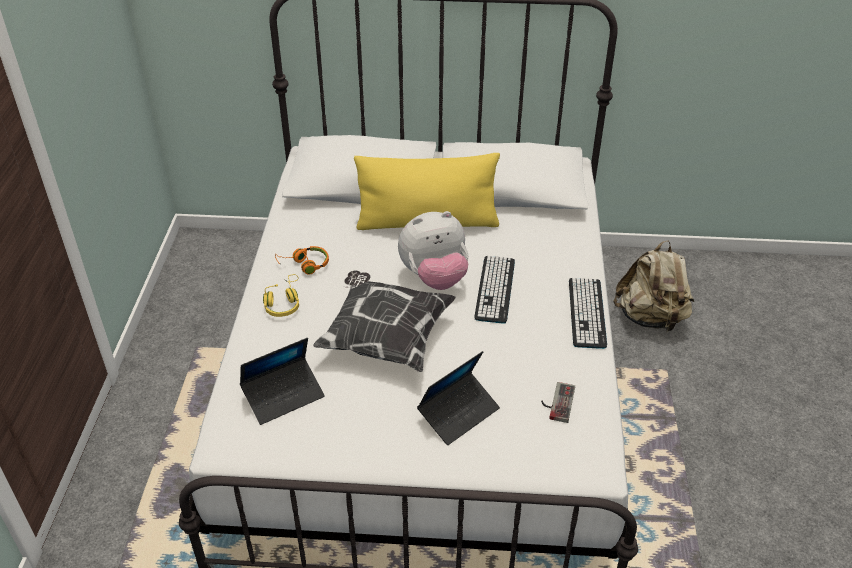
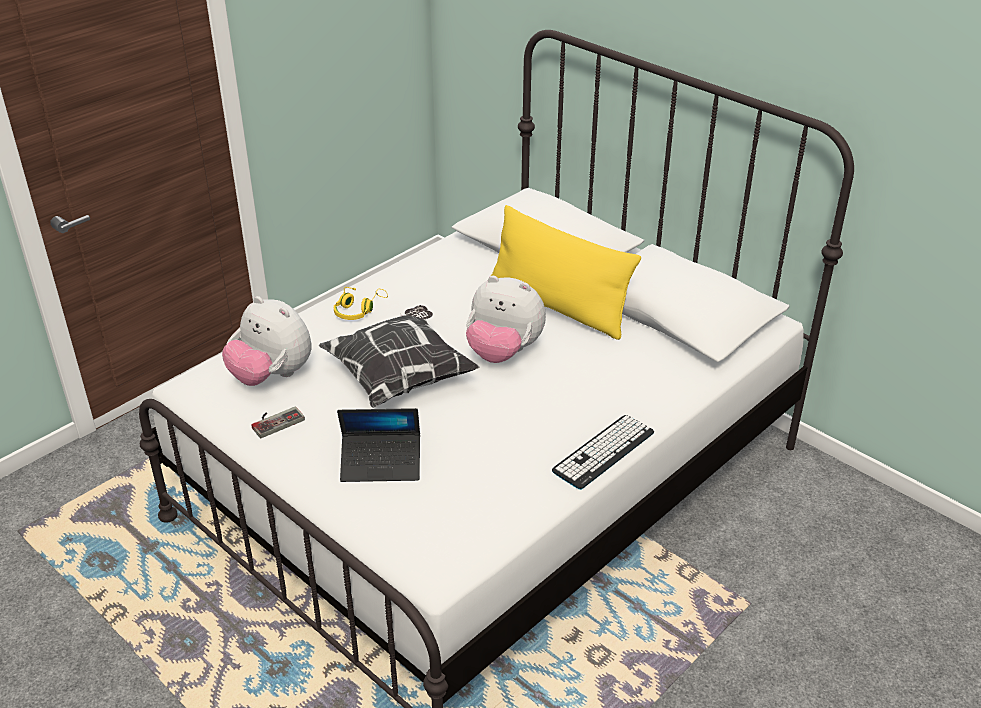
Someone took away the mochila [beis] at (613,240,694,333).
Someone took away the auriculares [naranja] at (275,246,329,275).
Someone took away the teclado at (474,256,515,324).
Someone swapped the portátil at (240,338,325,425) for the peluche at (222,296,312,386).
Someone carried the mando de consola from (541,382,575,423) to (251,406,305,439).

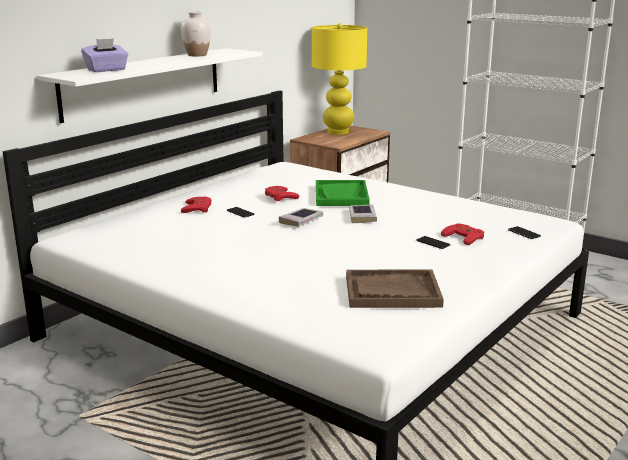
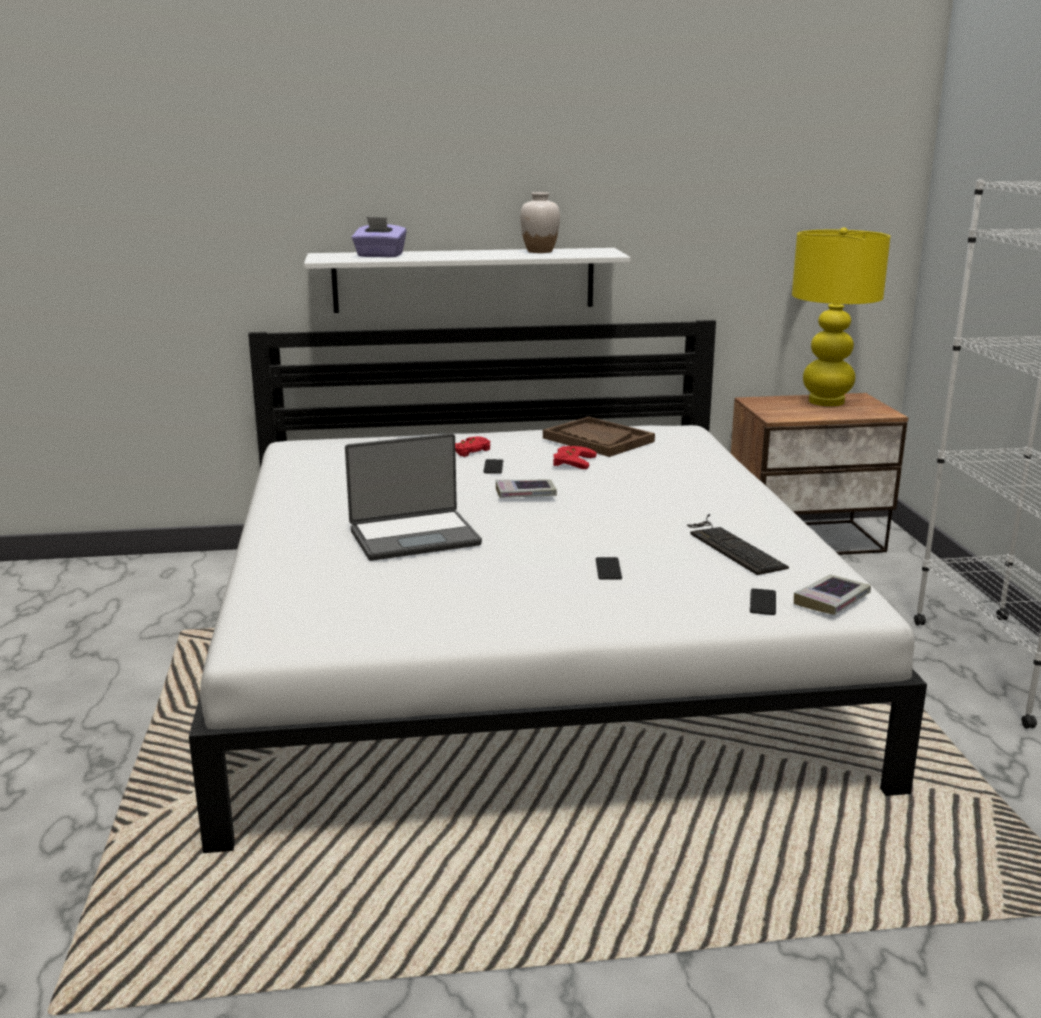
Someone took away the bandeja [verde] at (316,180,370,206).
Someone carried the libro from (349,205,377,223) to (794,574,871,615).
Someone took away the mando de consola [rojo] at (441,224,485,245).
Someone carried the bandeja [marrón] from (346,270,444,308) to (543,417,655,457).
Someone put down the portátil at (345,433,482,561).
Someone put down the teclado at (687,514,789,575).

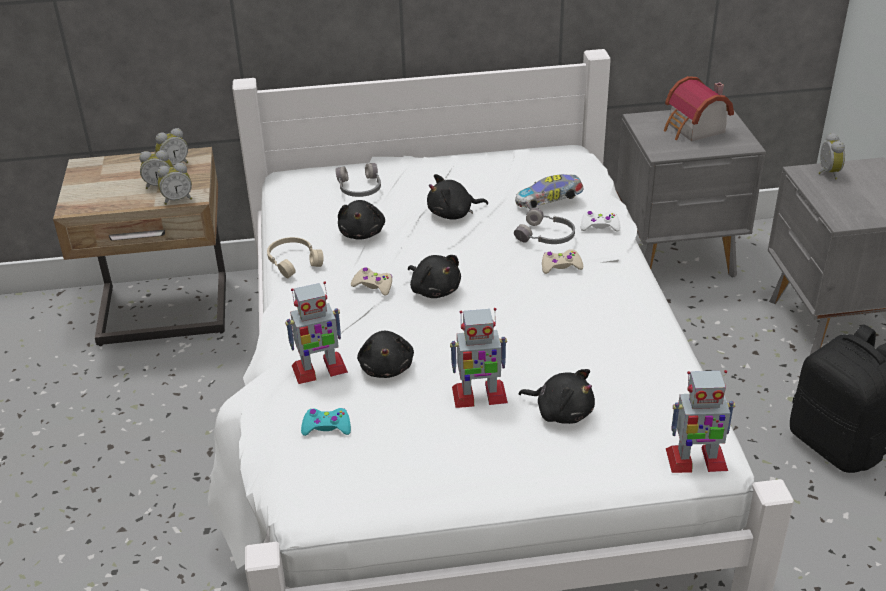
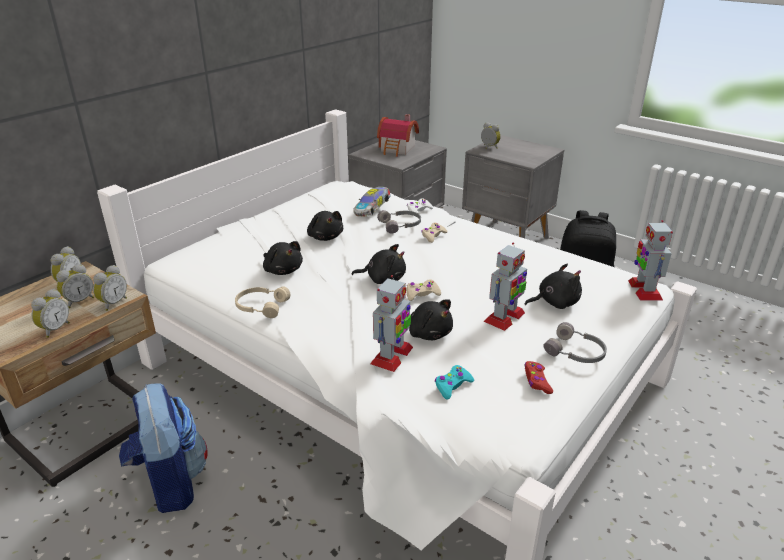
Someone carried the auriculares [gris] from (336,163,381,197) to (543,322,607,363).
Someone rotated the peluche [negro] at (427,174,488,220) by 60 degrees counterclockwise.
Someone carried the mando de consola [beis] from (351,267,392,296) to (406,280,441,301).
Someone rotated the robot de juguete at (666,370,735,473) by 135 degrees clockwise.
Someone put down the despertador at (31,289,70,338).
Someone put down the mando de consola [rojo] at (525,361,553,394).
Someone put down the mochila at (119,383,208,513).

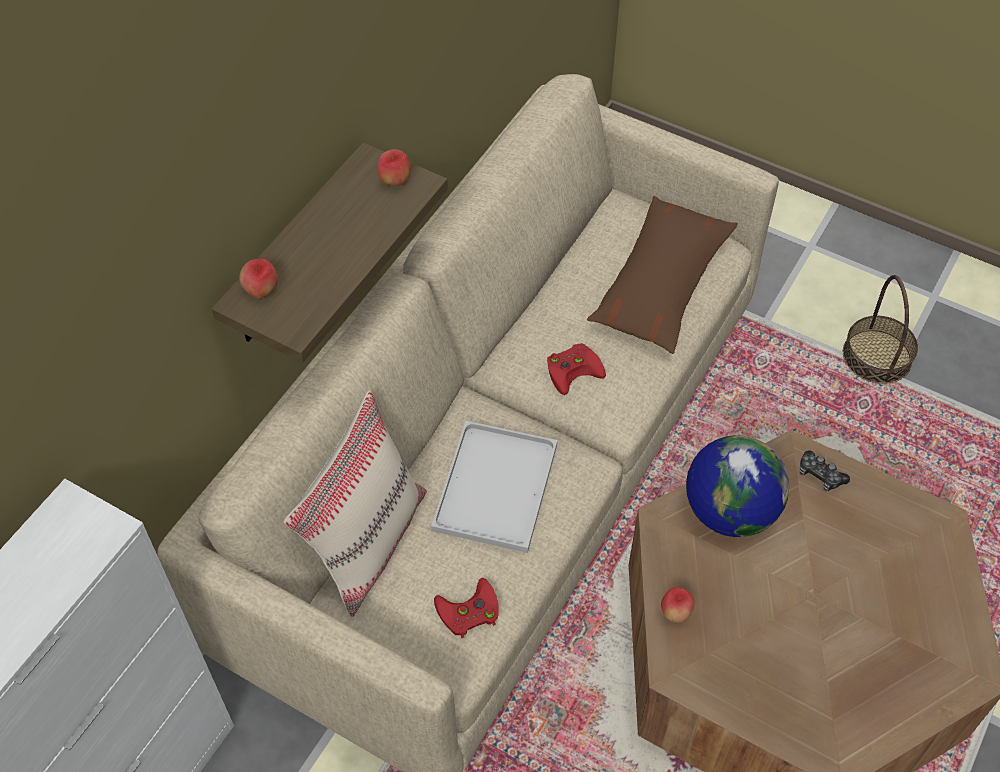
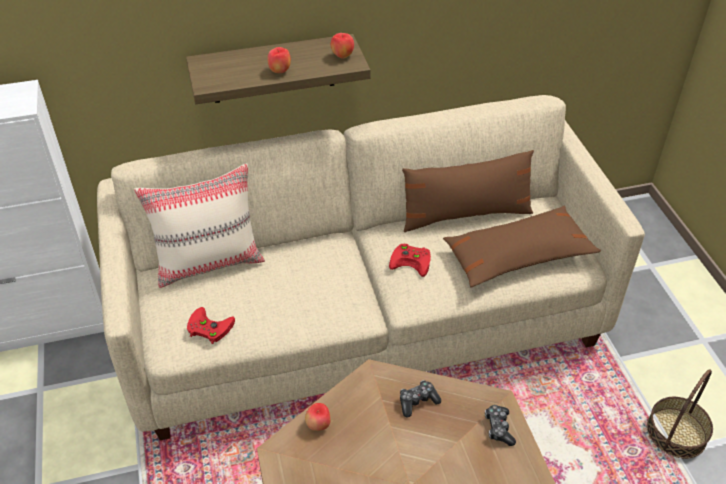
Someone carried the manzana from (239,259,278,299) to (267,47,291,73).
Someone took away the bandeja [blanco] at (431,421,558,553).
Someone swapped the globo terráqueo at (686,435,789,537) for the mando de consola at (400,380,441,417).
Someone put down the cojín [marrón] at (402,150,534,232).

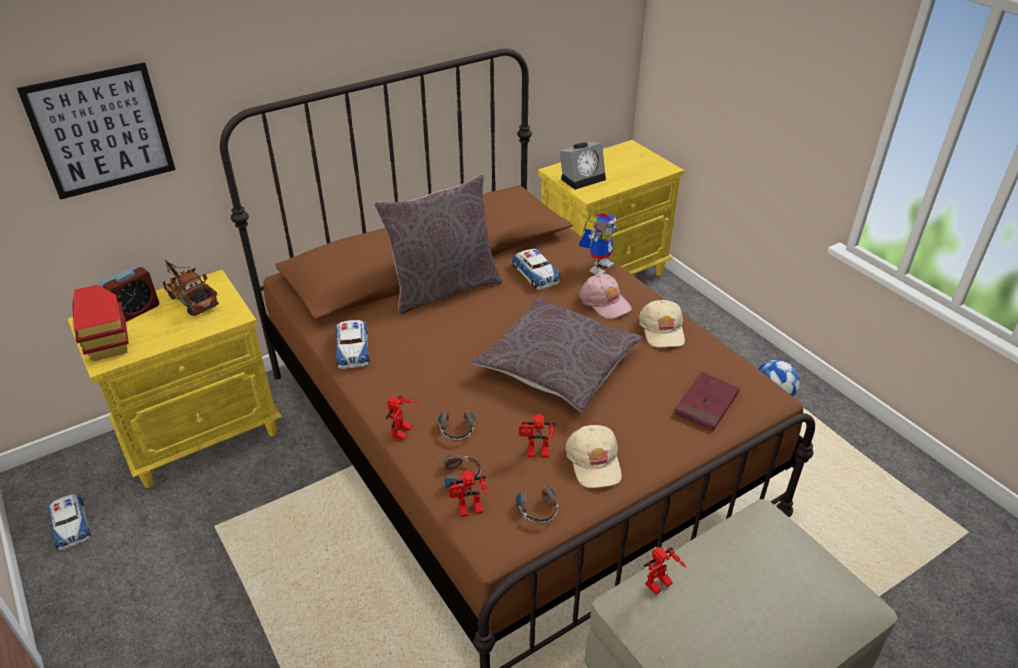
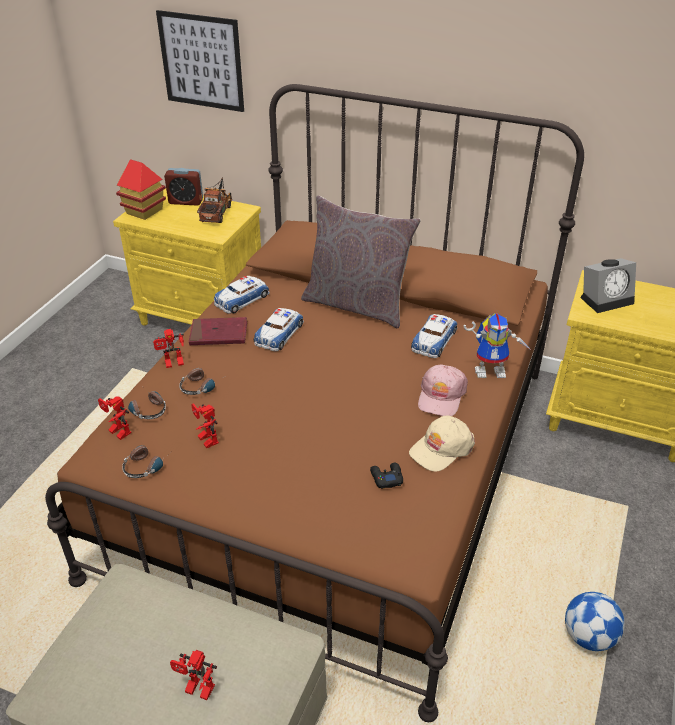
Someone rotated the despertador at (560,142,606,190) by 45 degrees counterclockwise.
Someone took away the cojín [gris] at (471,297,642,412).
Someone carried the libro [rojo] from (674,372,740,431) to (189,317,247,345).
Someone took away the gorra [beis] at (565,425,622,488).
Someone carried the coche de juguete from (48,494,91,550) to (254,308,304,351).
Someone carried the robot de juguete from (644,547,686,595) to (170,650,217,700).
Someone put down the mando de consola [negro] at (370,463,403,489).

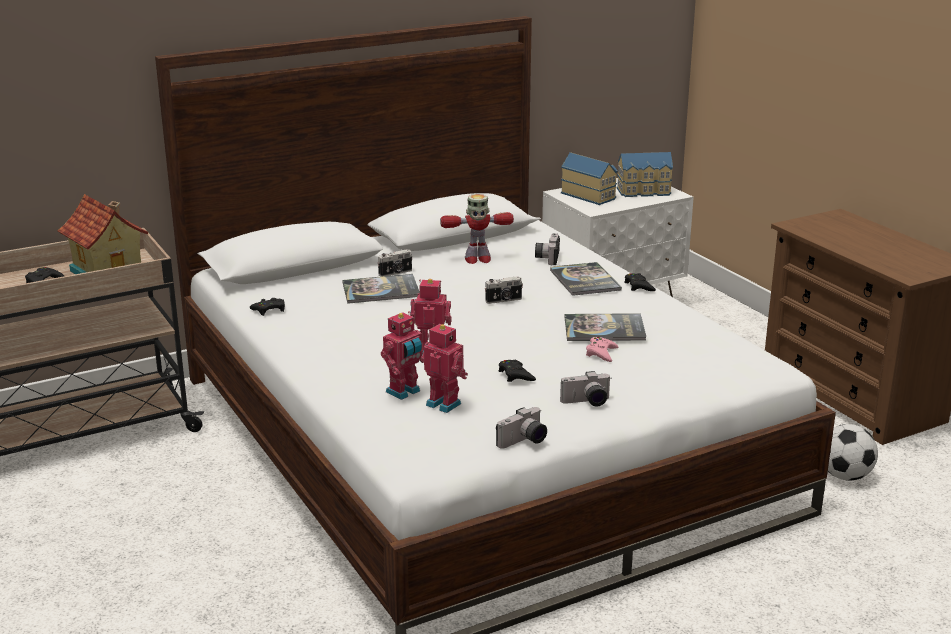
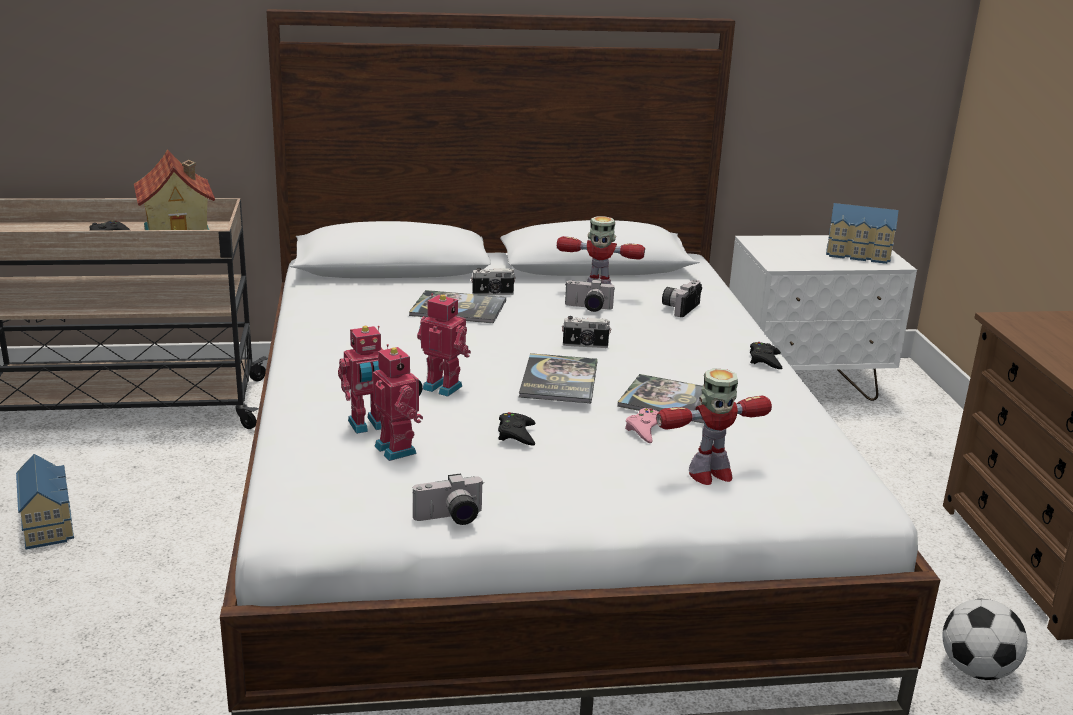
Someone carried the casita from (561,152,618,205) to (16,454,74,550).
Someone carried the libro from (550,262,622,296) to (519,353,598,403).
Someone took away the mando de consola [negro] at (250,298,285,316).
Someone carried the cámara from (560,371,611,406) to (565,279,615,312).
Someone put down the robot de juguete at (656,368,772,485).

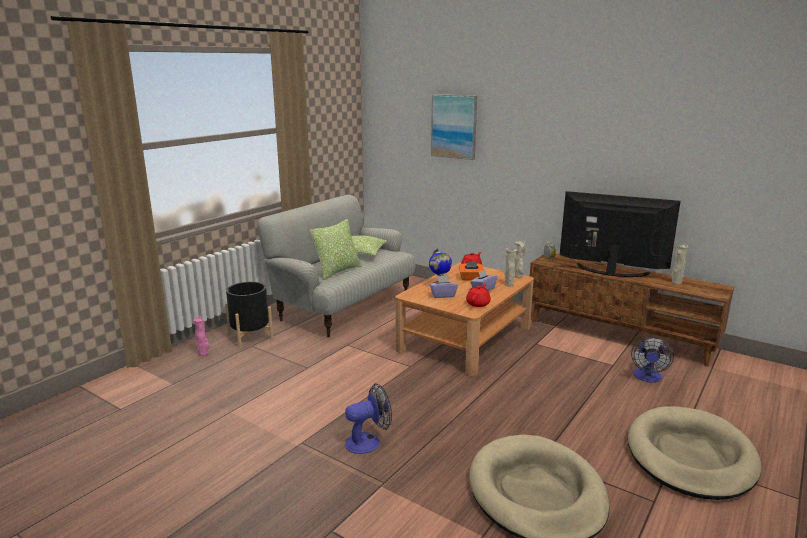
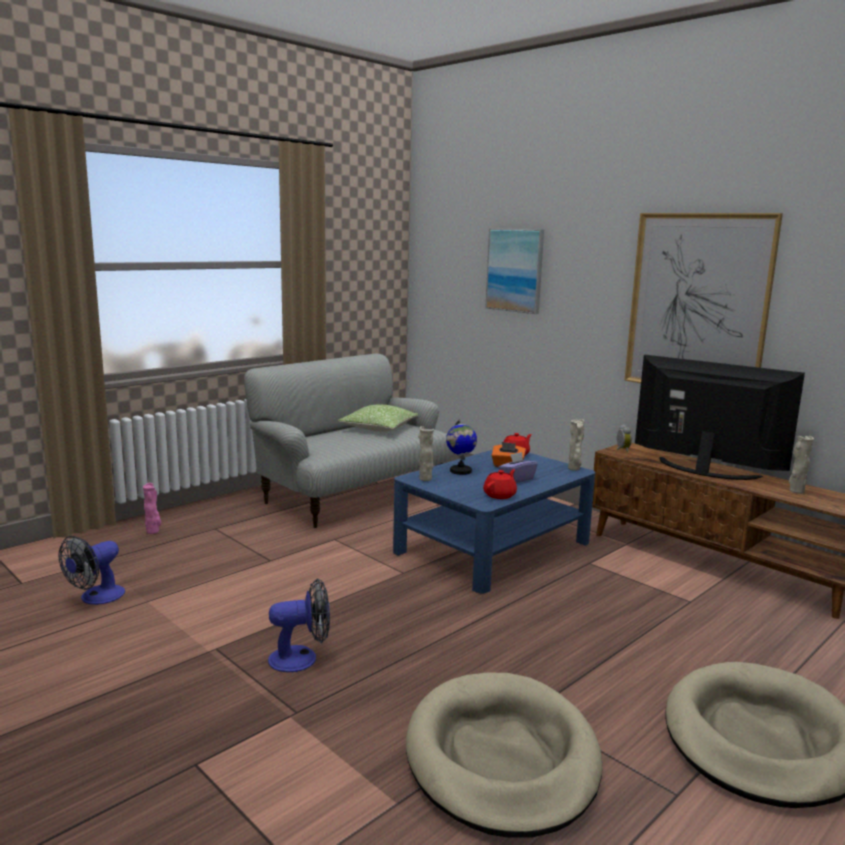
Someone took away the cojín at (310,219,362,280).
Someone carried the florero [beis] from (504,248,517,286) to (418,426,434,481).
Someone repainted the mesa de centro [marrón] at (395,262,534,376), which became the mesa de centro [azul] at (393,450,595,594).
Someone took away the caja de pañuelos [morado] at (430,276,458,298).
Someone took away the maceta [negro] at (225,282,273,348).
Someone carried the ventilador from (631,337,674,383) to (59,536,125,605).
Someone put up the cuadro at (624,213,783,383).

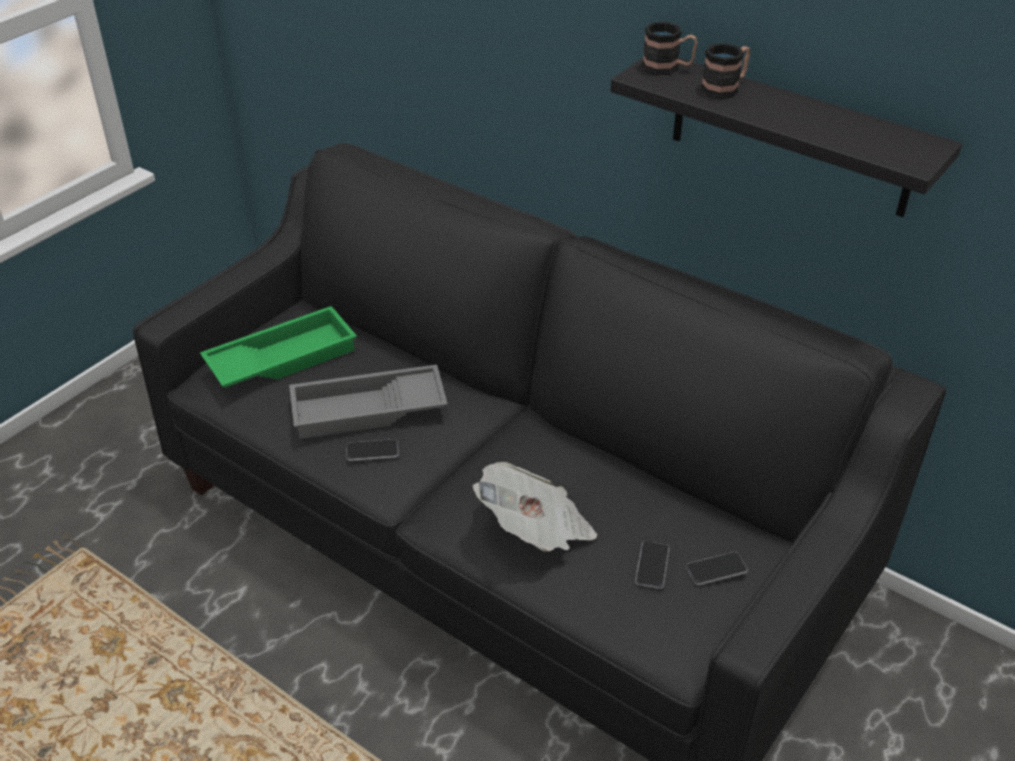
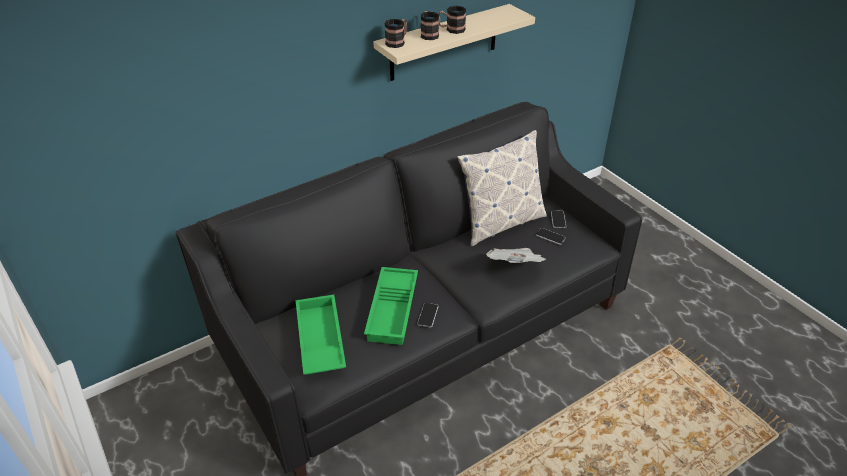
Someone repainted the estante [negro] at (610,58,962,217), which became the estante [beis] at (373,4,535,81).
Someone repainted the bandeja [gris] at (289,364,448,439), which became the bandeja [verde] at (364,267,418,345).
Someone put down the taza grande at (439,6,466,34).
Someone put down the cojín at (457,130,547,246).

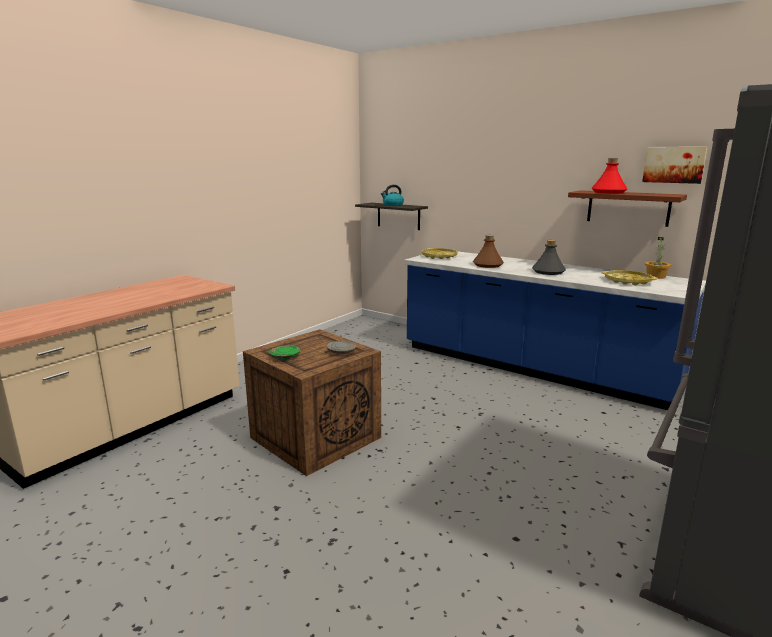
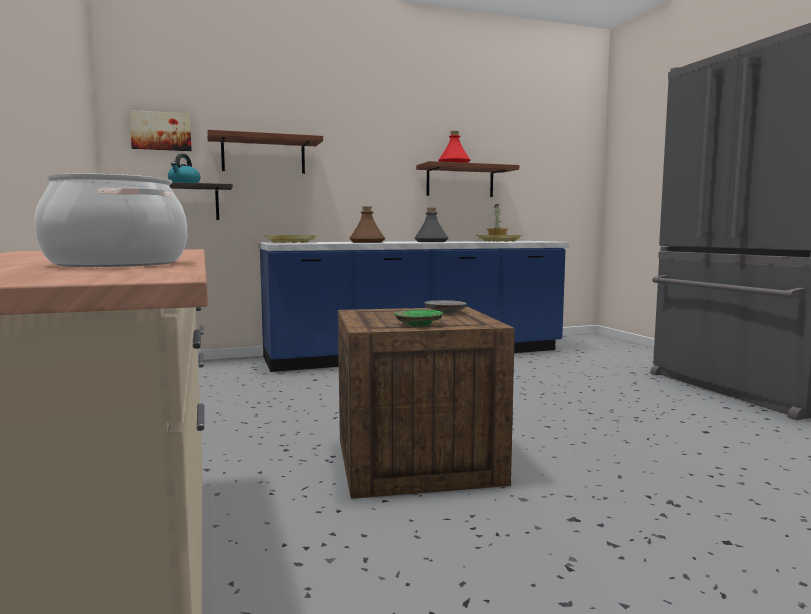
Someone carried the cuadro from (642,147,707,184) to (129,110,192,151).
Someone put up the estante [marrón] at (207,130,323,174).
Someone put down the olla at (34,173,187,267).

